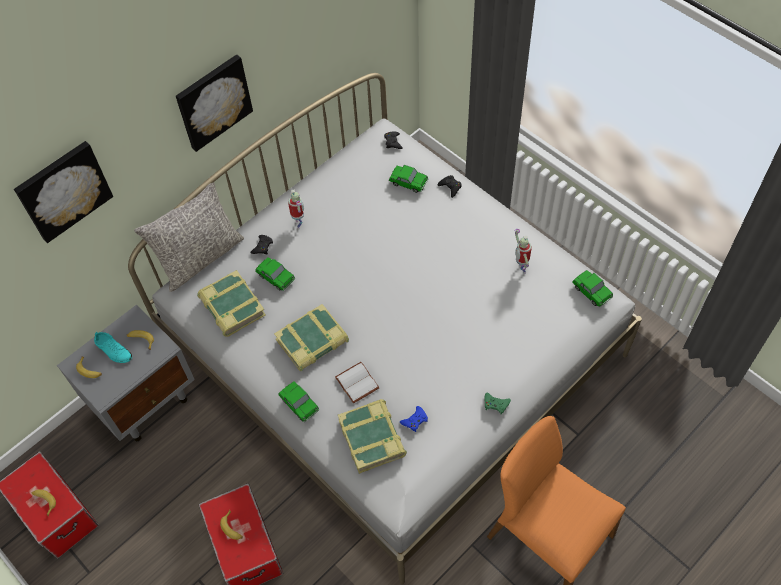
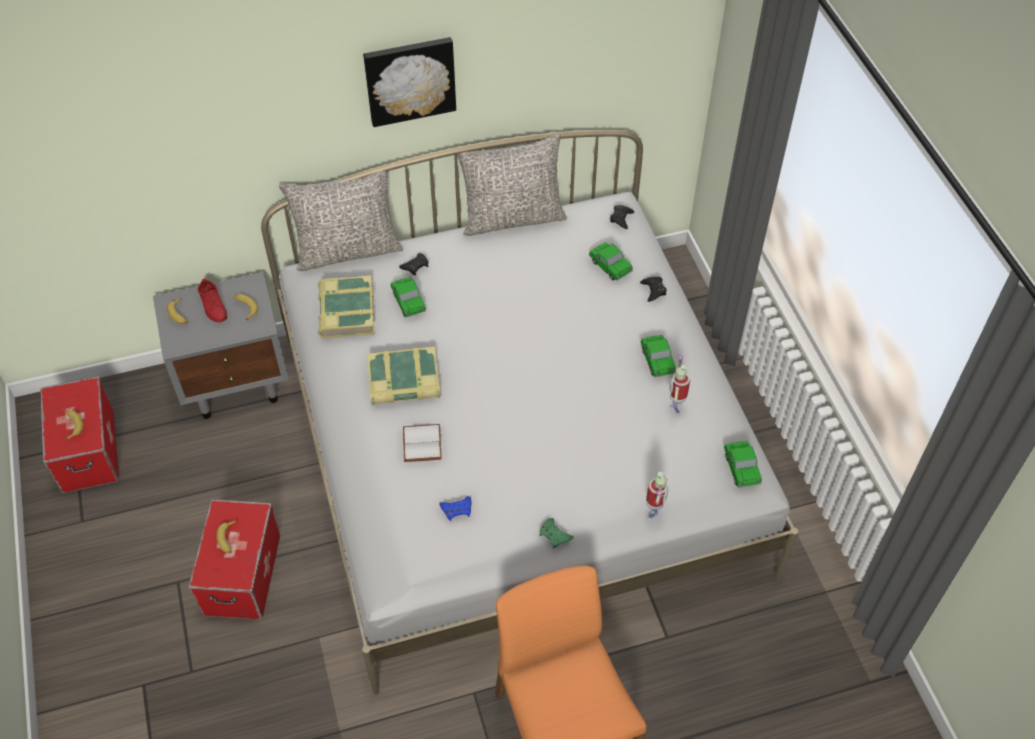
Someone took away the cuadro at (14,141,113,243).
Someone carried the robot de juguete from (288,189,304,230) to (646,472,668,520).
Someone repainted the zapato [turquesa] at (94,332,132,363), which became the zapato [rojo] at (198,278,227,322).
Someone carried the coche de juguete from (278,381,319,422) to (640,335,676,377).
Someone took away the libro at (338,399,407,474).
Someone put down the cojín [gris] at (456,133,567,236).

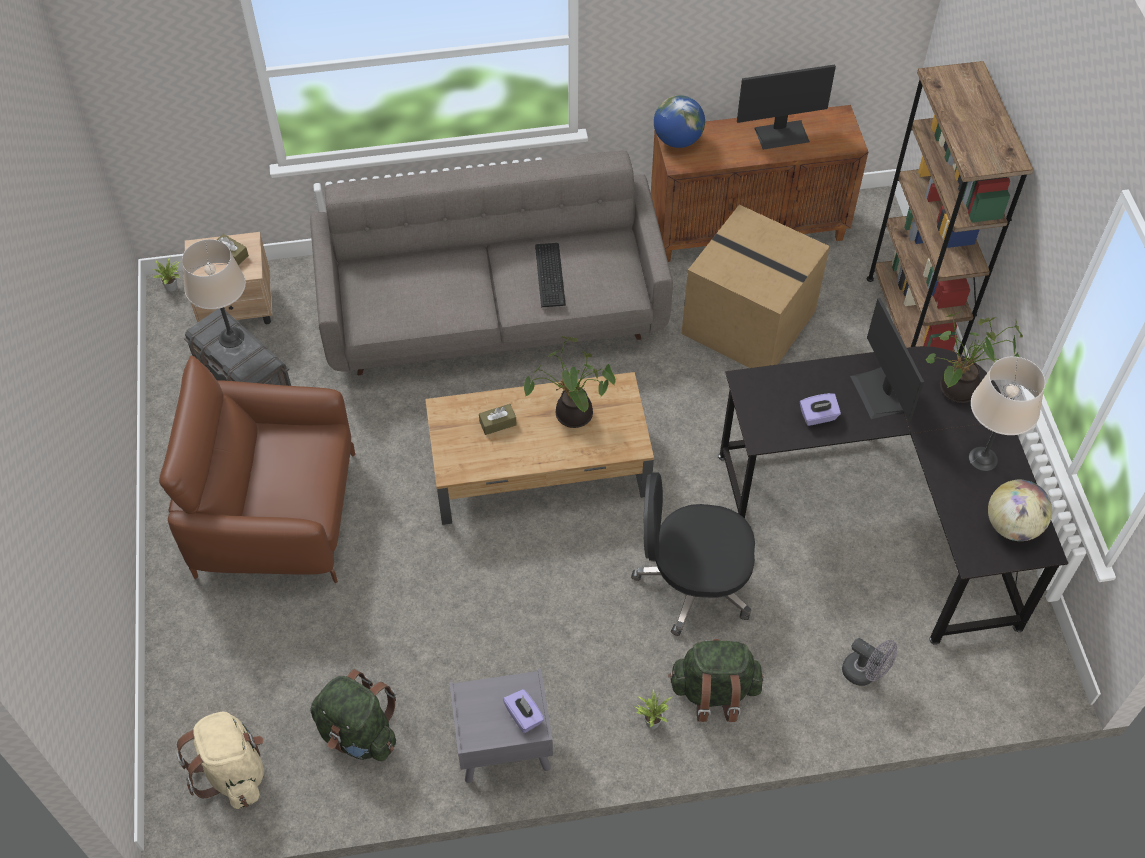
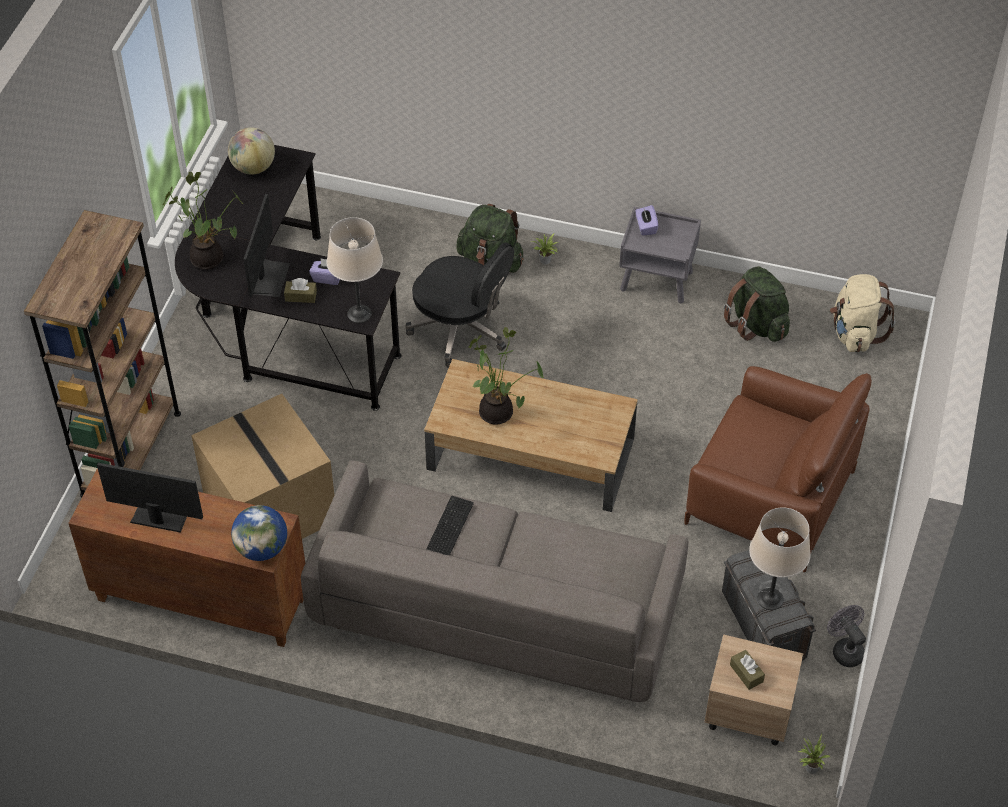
Someone carried the lámpara de mesa [beis] from (969,356,1045,471) to (327,217,383,323).
Someone carried the caja de pañuelos [marrón] from (479,404,517,435) to (284,278,317,303).
Someone carried the ventilador [gris] from (842,638,897,686) to (827,605,866,667).

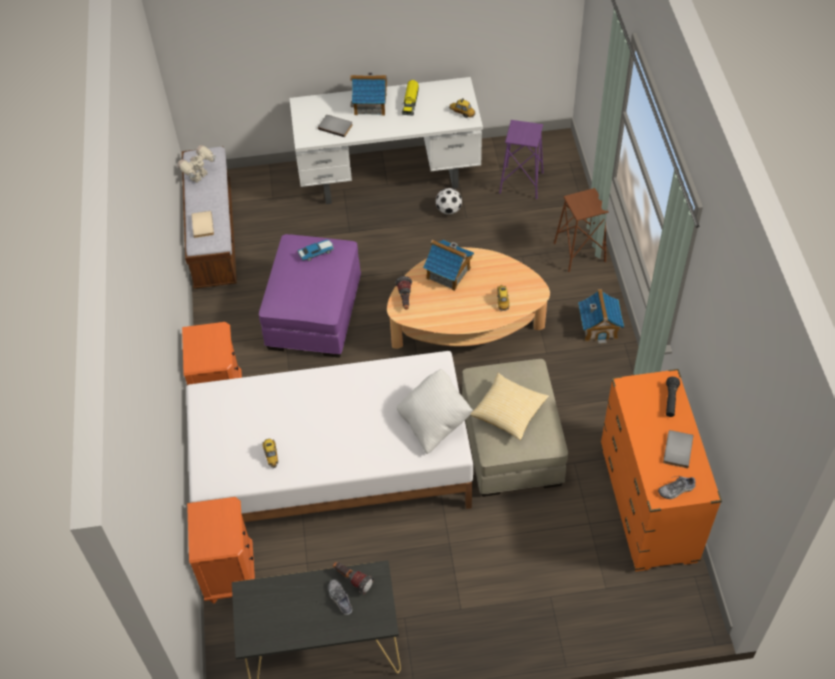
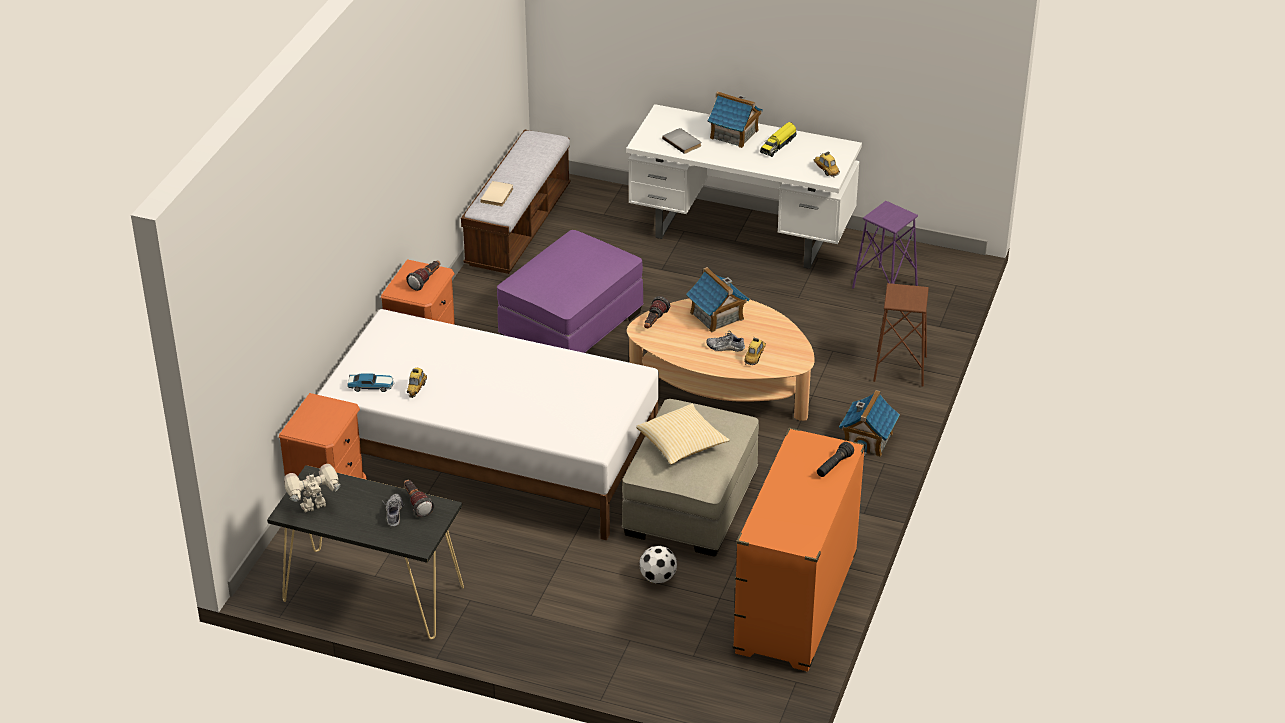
Someone carried the robot de juguete from (177,145,216,183) to (284,464,341,513).
Someone carried the balón de fútbol from (436,188,462,215) to (639,546,677,584).
Someone carried the coche de juguete from (297,240,334,261) to (347,373,394,392).
Someone took away the cojín [blanco] at (396,369,473,454).
Someone took away the libro [gris] at (663,430,694,468).
Someone carried the zapato from (658,476,695,499) to (706,331,745,352).
Someone put down the linterna at (406,261,440,291).

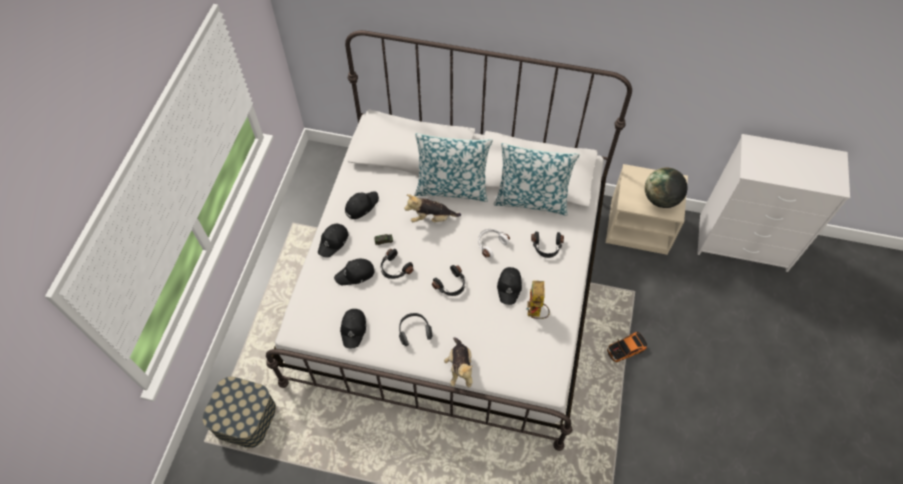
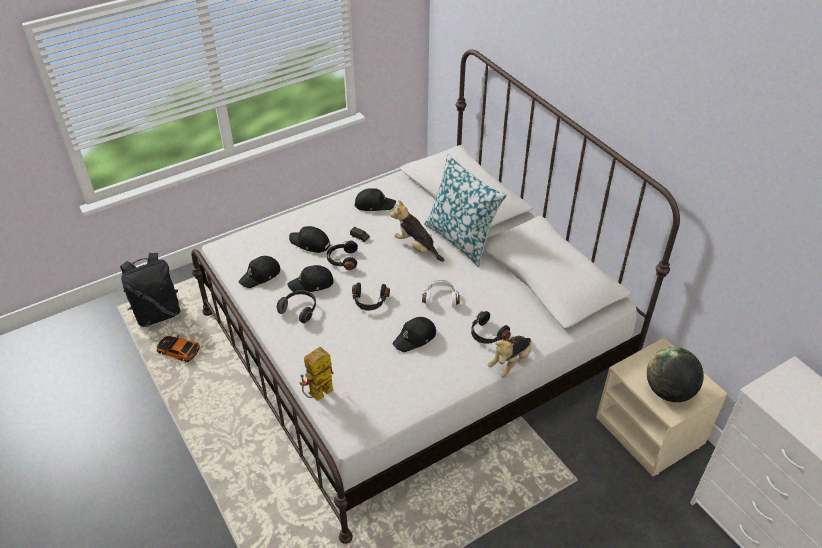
Someone took away the cojín at (493,143,580,216).
Someone carried the gorra [negro] from (318,224,348,258) to (287,265,333,292).
Someone carried the robot de juguete from (526,281,550,319) to (299,347,333,401).
Someone carried the coche de juguete from (607,332,647,362) to (156,335,200,362).
Someone carried the peluche from (444,337,473,388) to (488,336,531,378).
Someone swapped the caja de almacenaje at (202,377,276,448) for the mochila [negro] at (120,253,180,327).

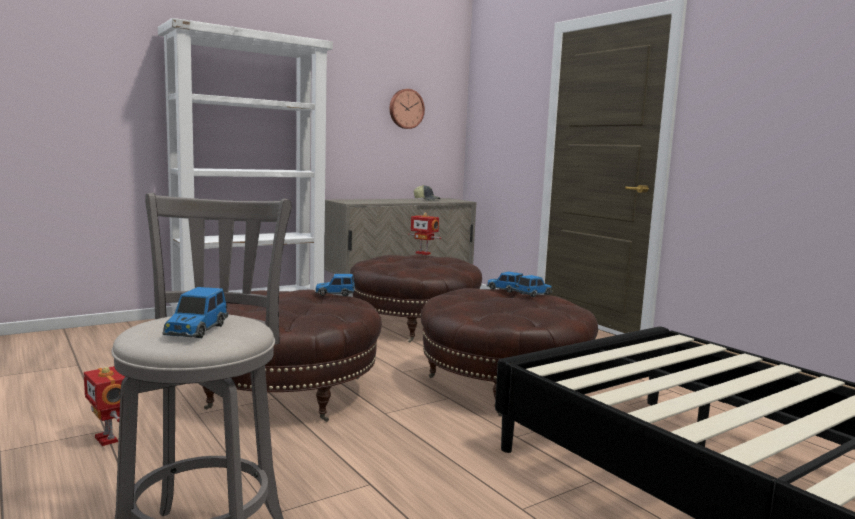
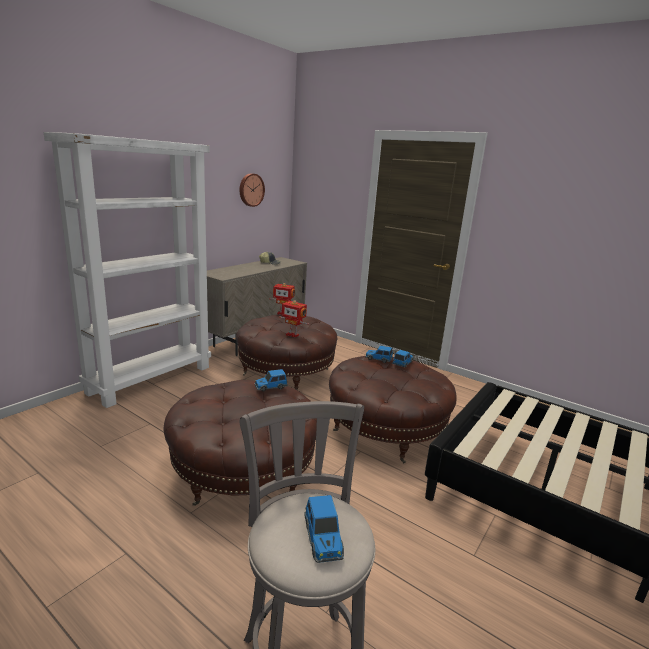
Someone carried the robot de juguete from (84,366,125,446) to (279,300,309,338).

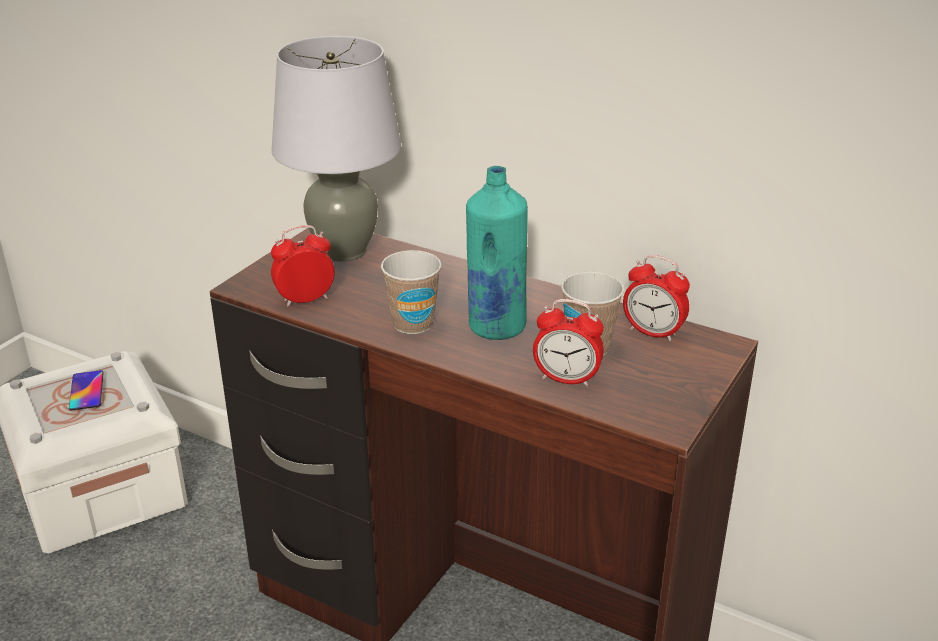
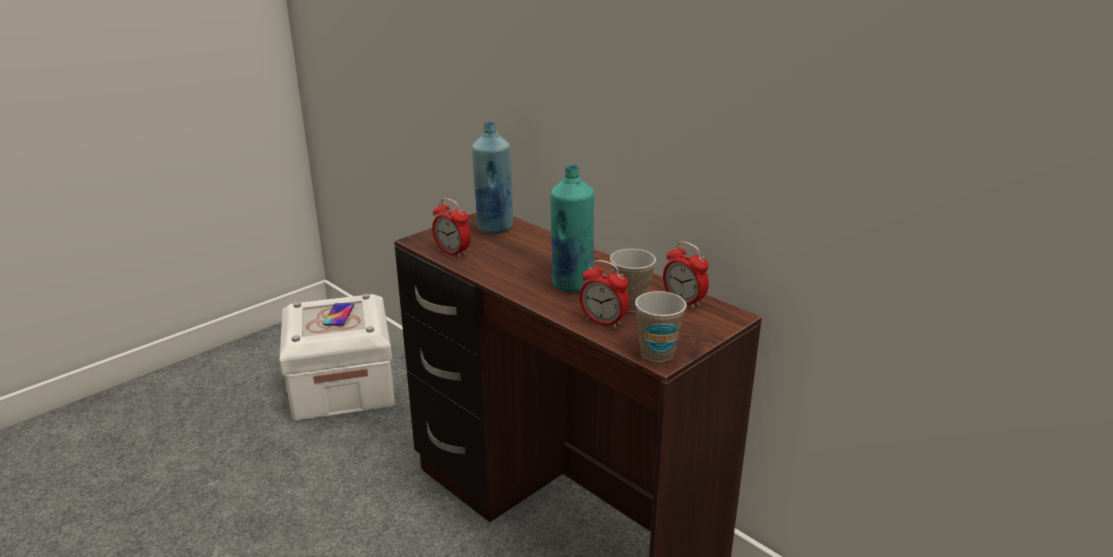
Someone swapped the lámpara de mesa [gris] at (271,36,401,262) for the botella [azul] at (472,121,513,233).
Someone rotated the despertador at (271,225,335,306) by 135 degrees counterclockwise.
Someone carried the taza from (381,250,442,334) to (635,291,687,362).

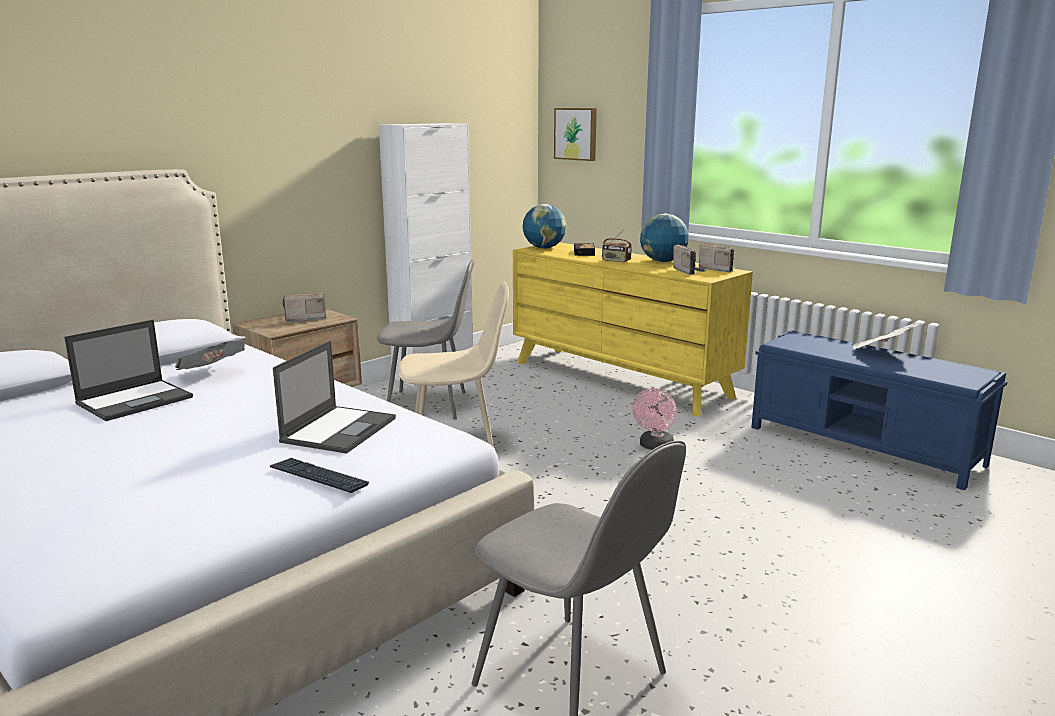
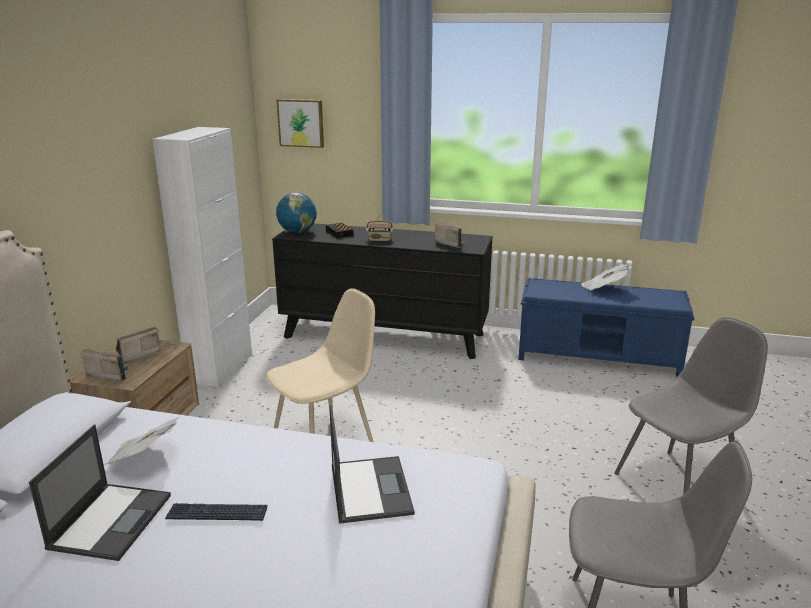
Someone took away the globo terráqueo at (640,213,689,262).
Someone repainted the cómoda [amarillo] at (513,242,753,417), which became the cómoda [negro] at (272,223,492,359).
Someone carried the radio from (699,243,735,272) to (81,349,131,382).
Someone carried the silla [gris] from (377,260,474,420) to (615,317,768,495).
Someone took away the ventilador [rosa] at (632,388,677,450).
Someone carried the teclado from (270,458,369,493) to (165,503,267,521).

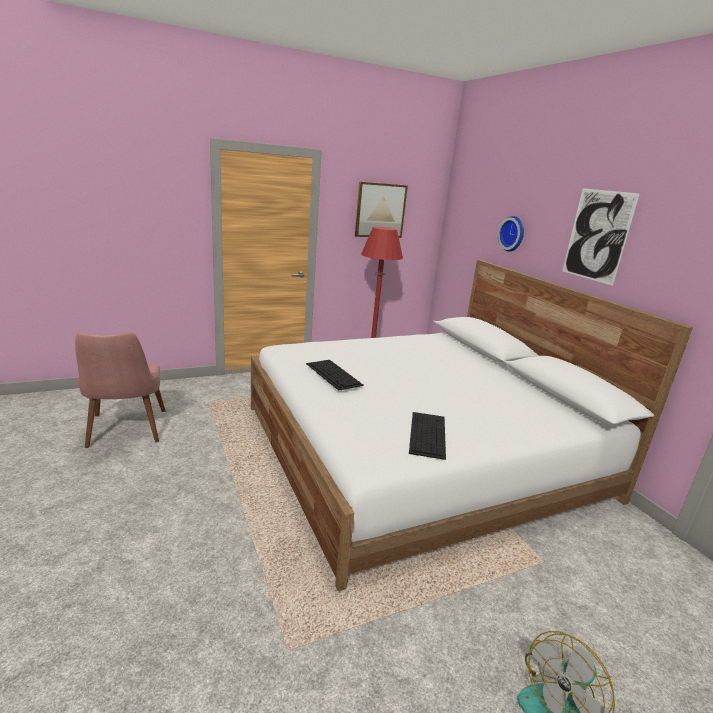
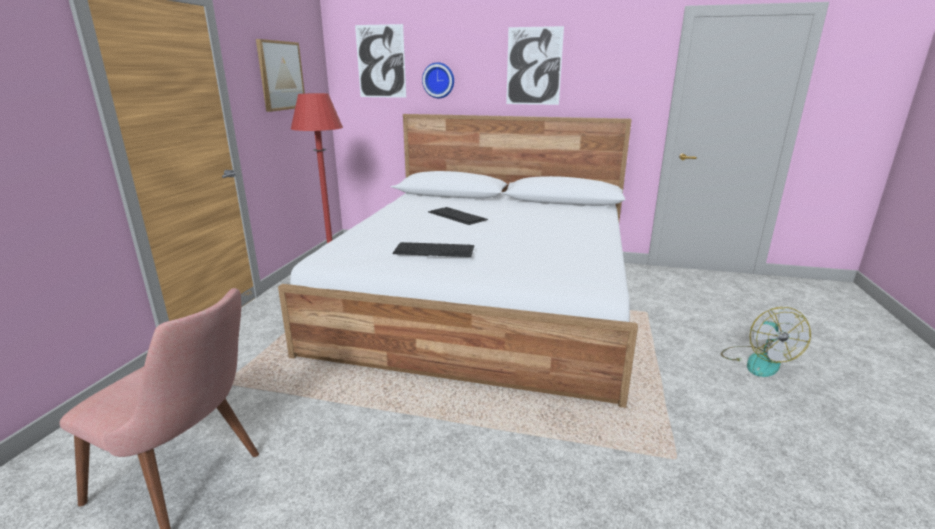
Someone carried the teclado from (409,412,446,460) to (428,207,488,225).
Someone put up the cuadro at (355,24,406,98).

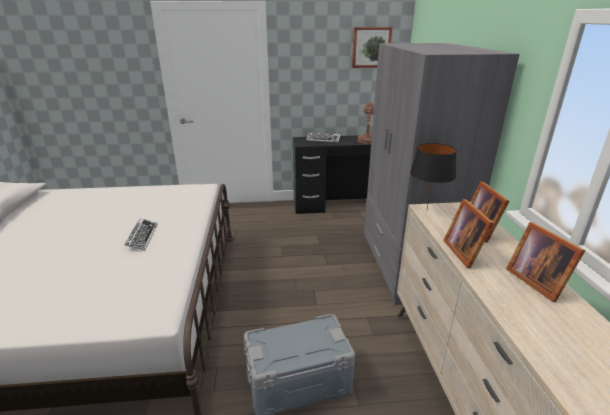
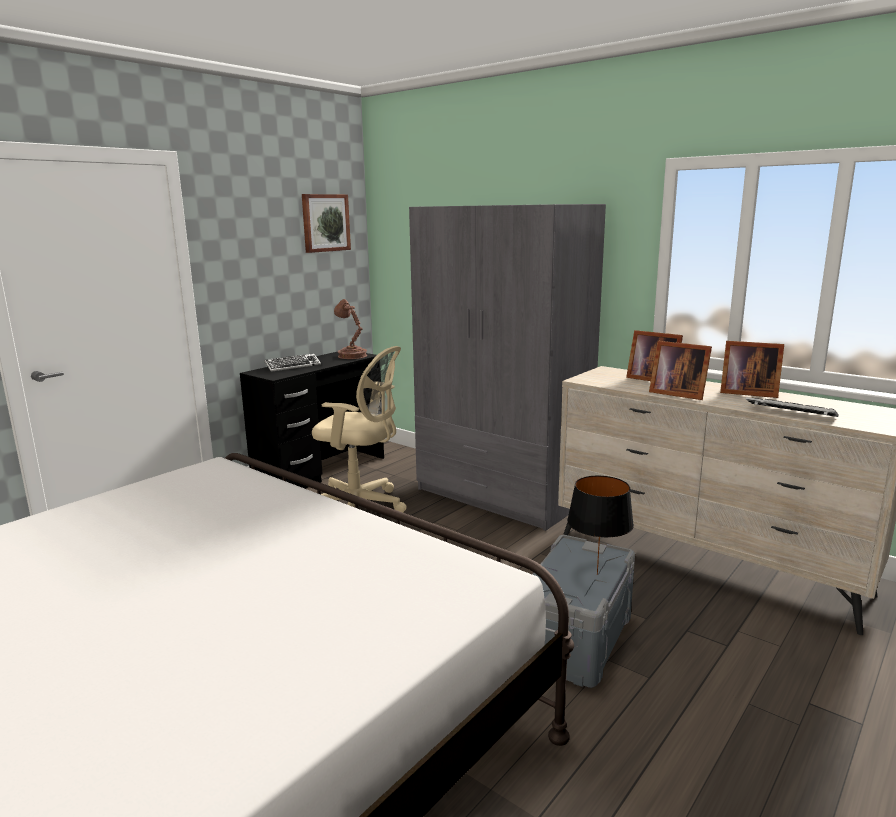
Someone carried the lámpara de mesa [negro] from (410,143,457,209) to (567,476,634,575).
Someone carried the teclado from (125,218,158,250) to (746,397,839,417).
Someone put down the silla de oficina [beis] at (312,346,407,512).

